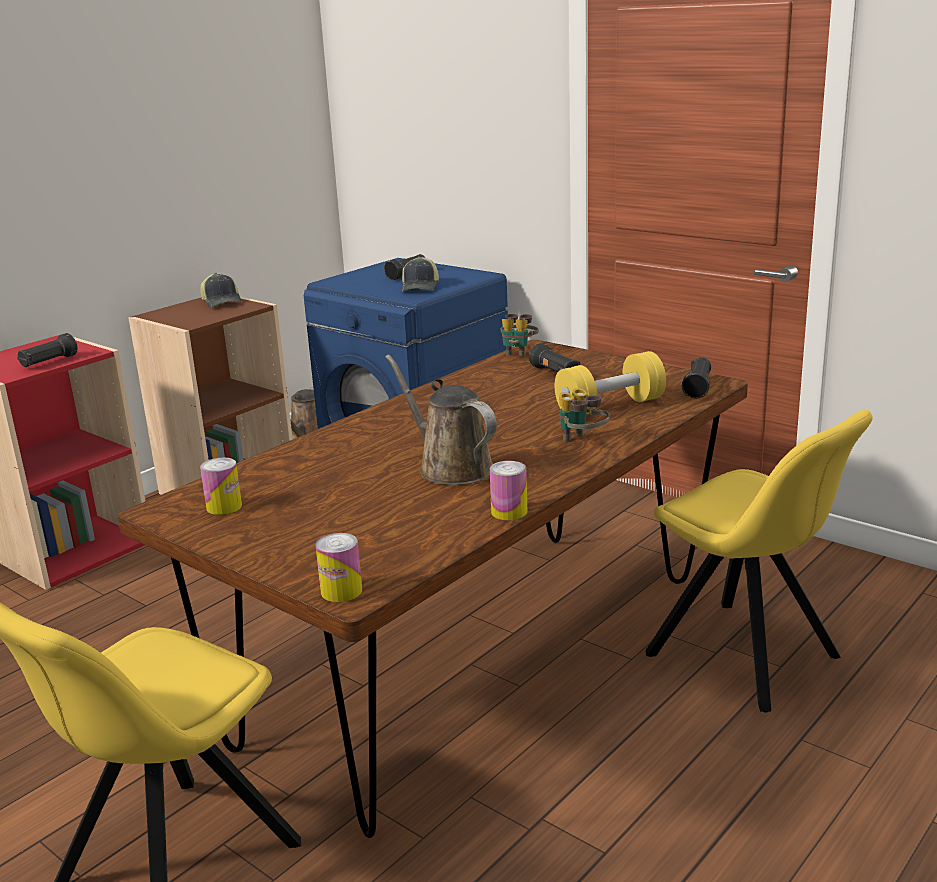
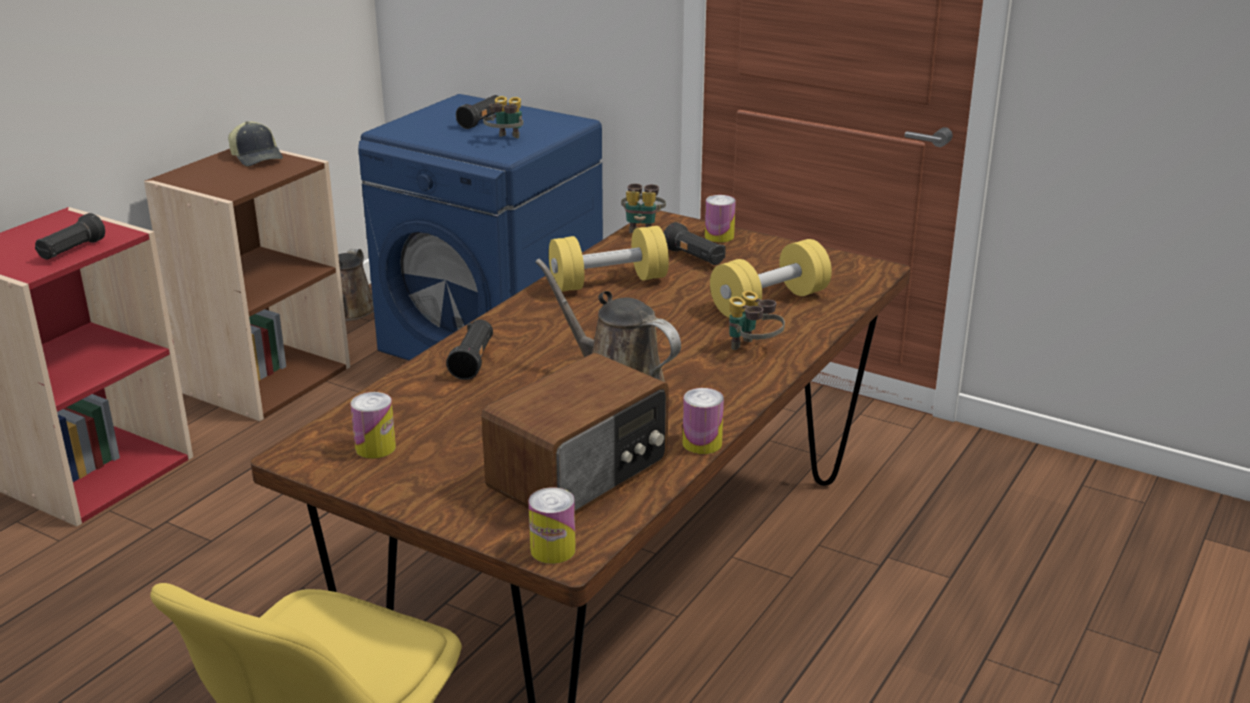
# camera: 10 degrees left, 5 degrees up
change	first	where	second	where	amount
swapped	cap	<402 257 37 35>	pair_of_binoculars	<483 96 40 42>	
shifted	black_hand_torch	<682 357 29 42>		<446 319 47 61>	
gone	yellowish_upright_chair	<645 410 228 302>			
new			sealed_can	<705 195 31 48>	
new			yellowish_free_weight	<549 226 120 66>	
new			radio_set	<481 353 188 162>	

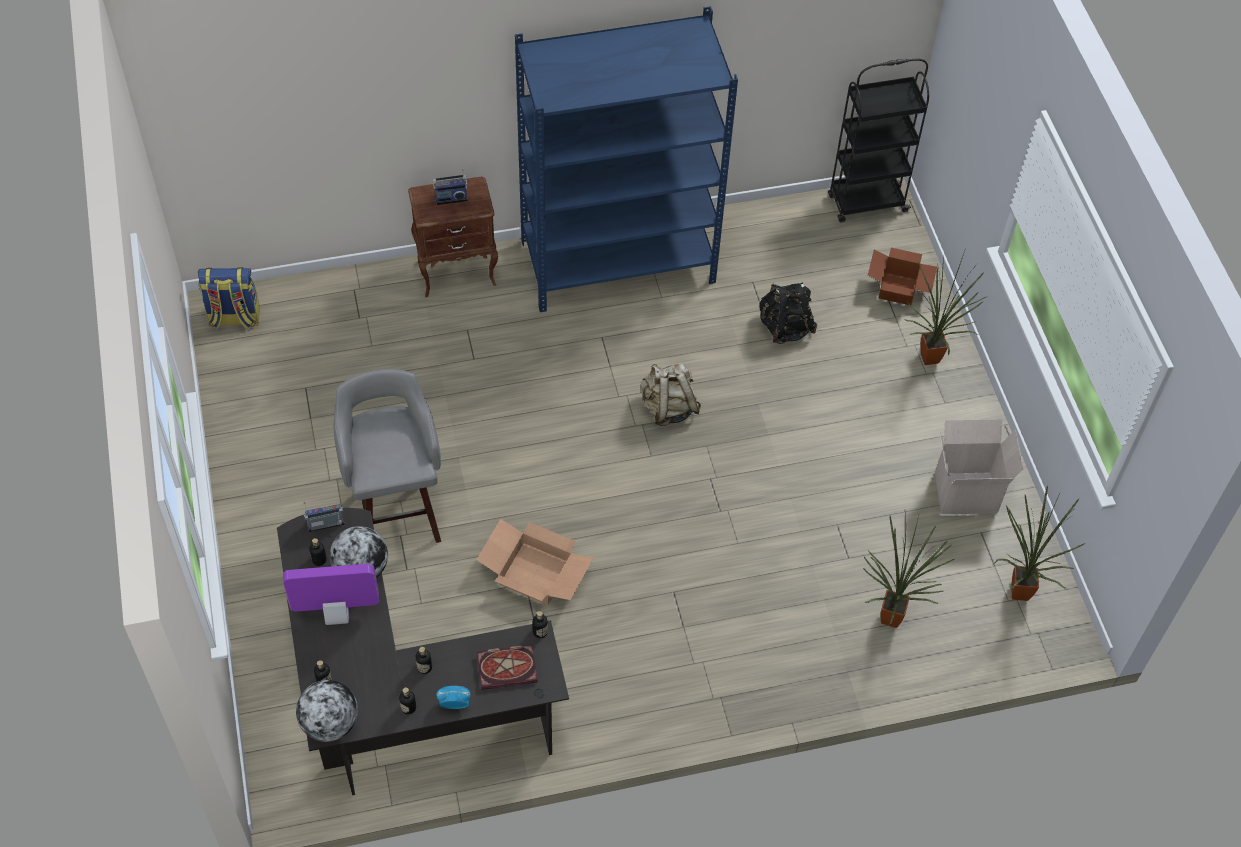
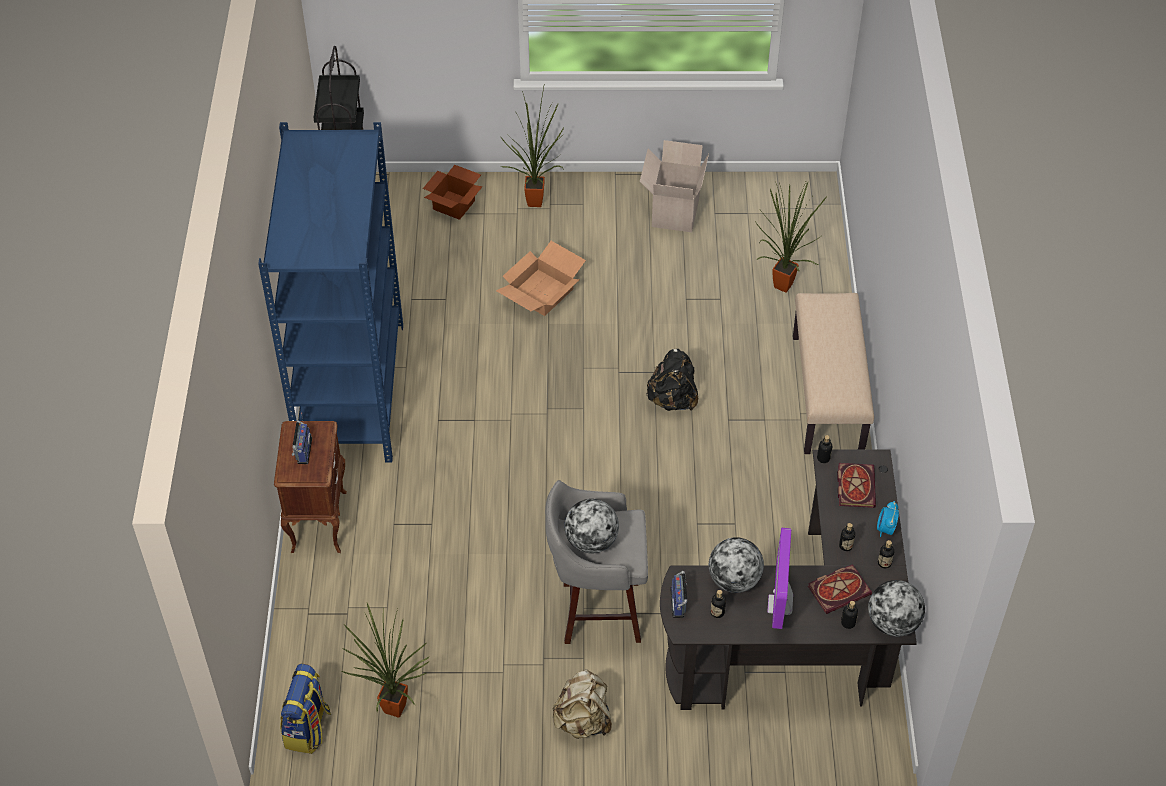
# camera: 75 degrees left, 5 degrees down
change	first	where	second	where	amount
shifted	black_knapsack	<759 282 58 62>		<646 349 52 62>	
shifted	beige-coloured_knapsack	<640 363 61 63>		<553 669 59 70>	
shifted	plant_in_a_pot	<994 486 91 115>		<342 603 87 115>	
shifted	carton	<477 519 117 86>		<496 241 90 75>	
new			beige-coloured_indoor_bench	<793 293 81 161>	
new			world_globe	<565 499 54 54>	
new			book	<808 564 64 50>	

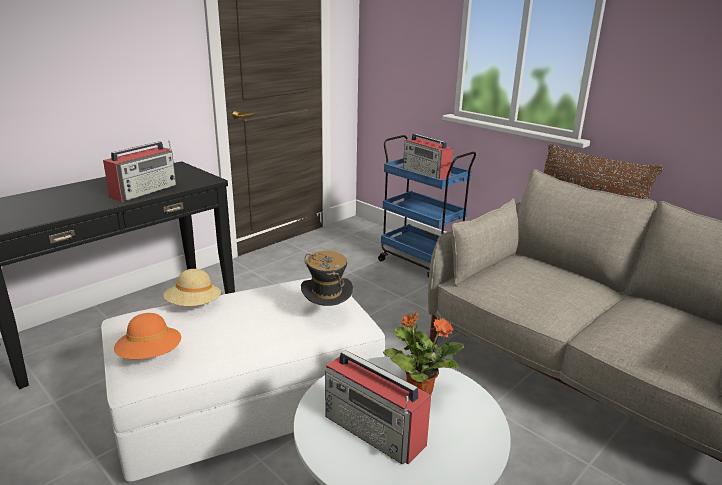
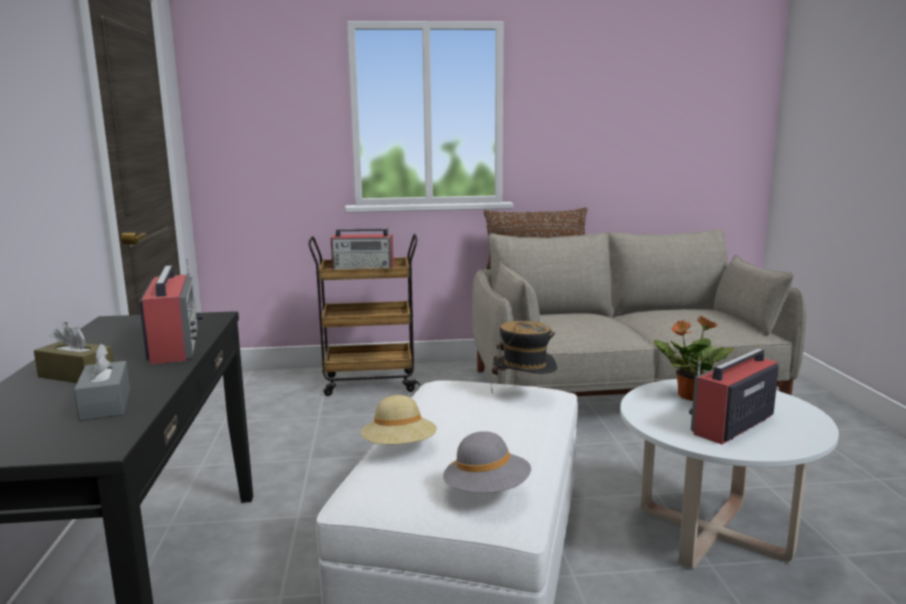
# camera: 50 degrees left, 10 degrees down
change	first	where	second	where	amount
repainted	bluish_wheeled_cart	<378 135 98 143>	brownish_wheeled_cart	<308 234 112 162>	
repainted	orange-coloured_hat	<114 313 67 46>	greyish_hat	<443 431 88 62>	
rotated	radio_set	<325 350 106 114>		<689 348 90 96>	150 degrees clockwise
new			brownish_box_of_tissues	<34 322 80 61>	
new			greyish_box_of_tissues	<74 344 56 77>	

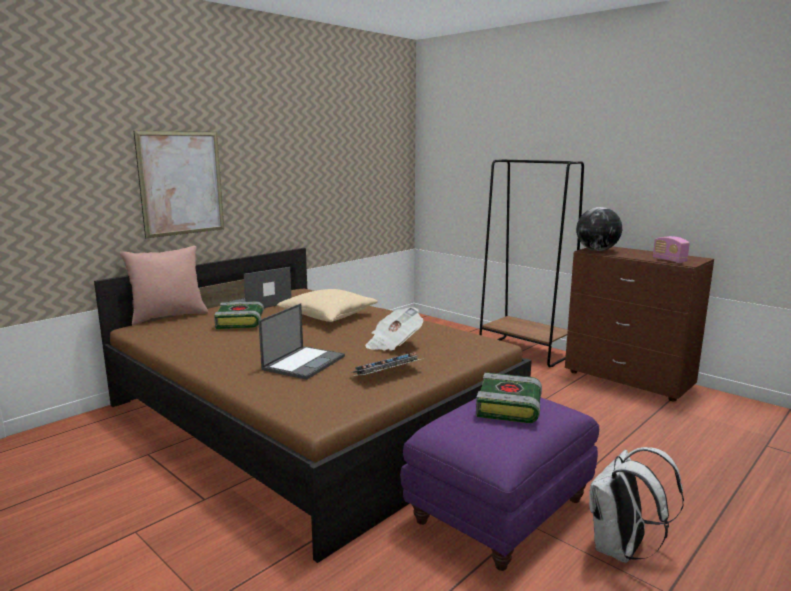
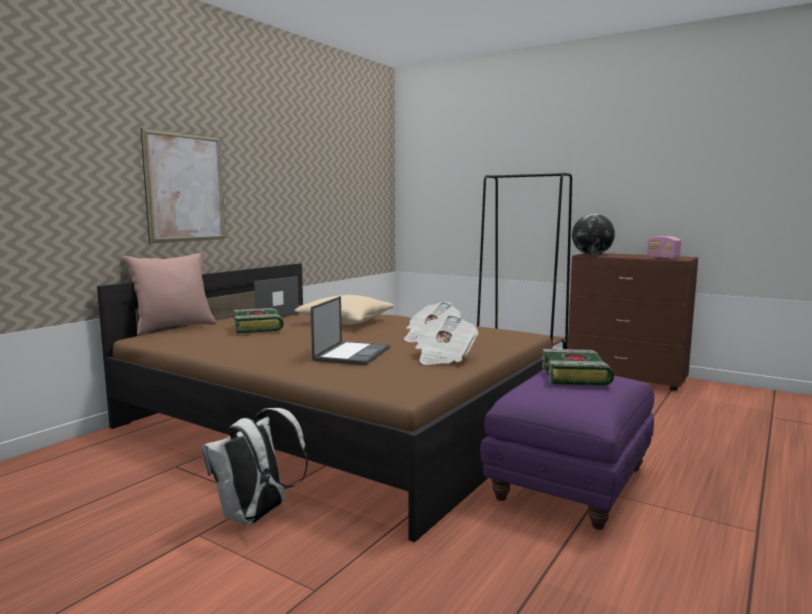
# camera: 10 degrees left, 5 degrees down
change	first	where	second	where	amount
swapped	keyboard	<353 352 72 24>	printed_paper	<415 315 63 50>	
shifted	white_knapsack	<589 447 95 116>		<202 408 106 117>	

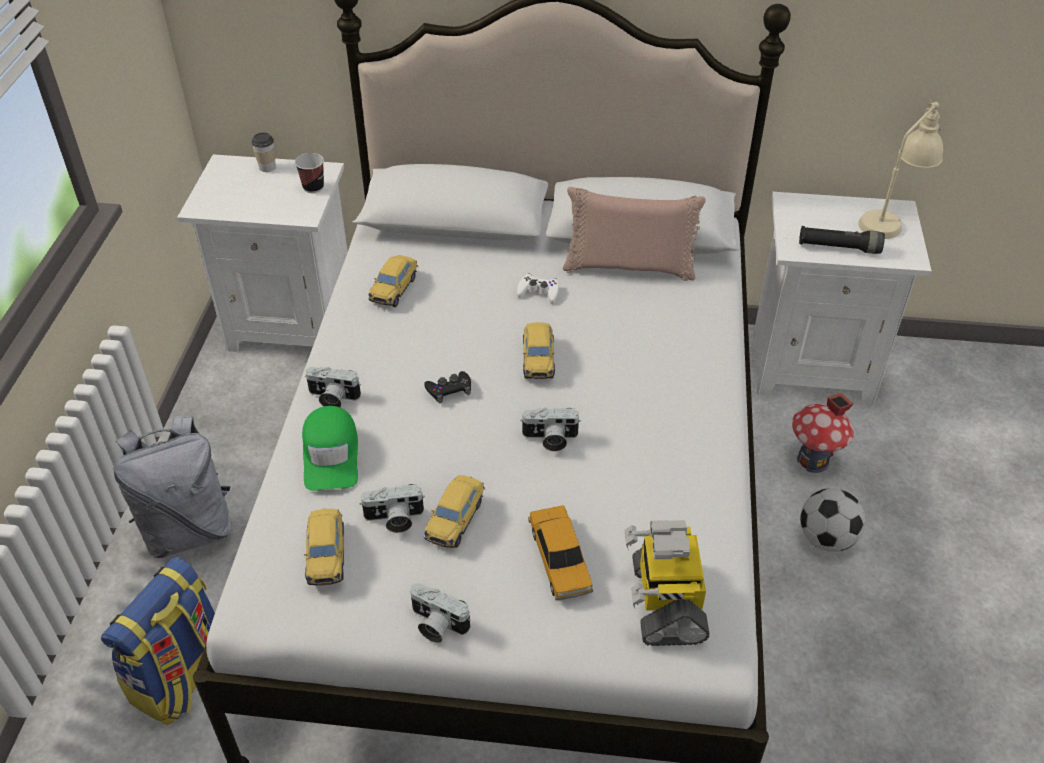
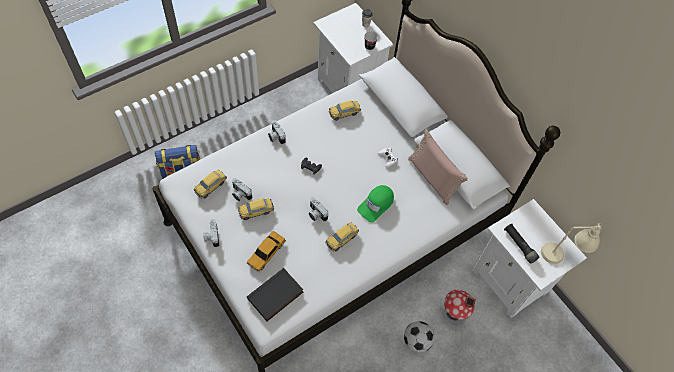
# camera: 45 degrees right, 15 degrees up
change	first	where	second	where	amount
shifted	model_car	<523 322 32 57>		<325 222 34 29>	
shifted	green_cap	<302 406 56 85>		<357 185 37 37>	
gone	greyish_knapsack	<114 416 118 142>			
swapped	robot_figure	<624 520 85 126>	black_book	<247 268 56 53>	

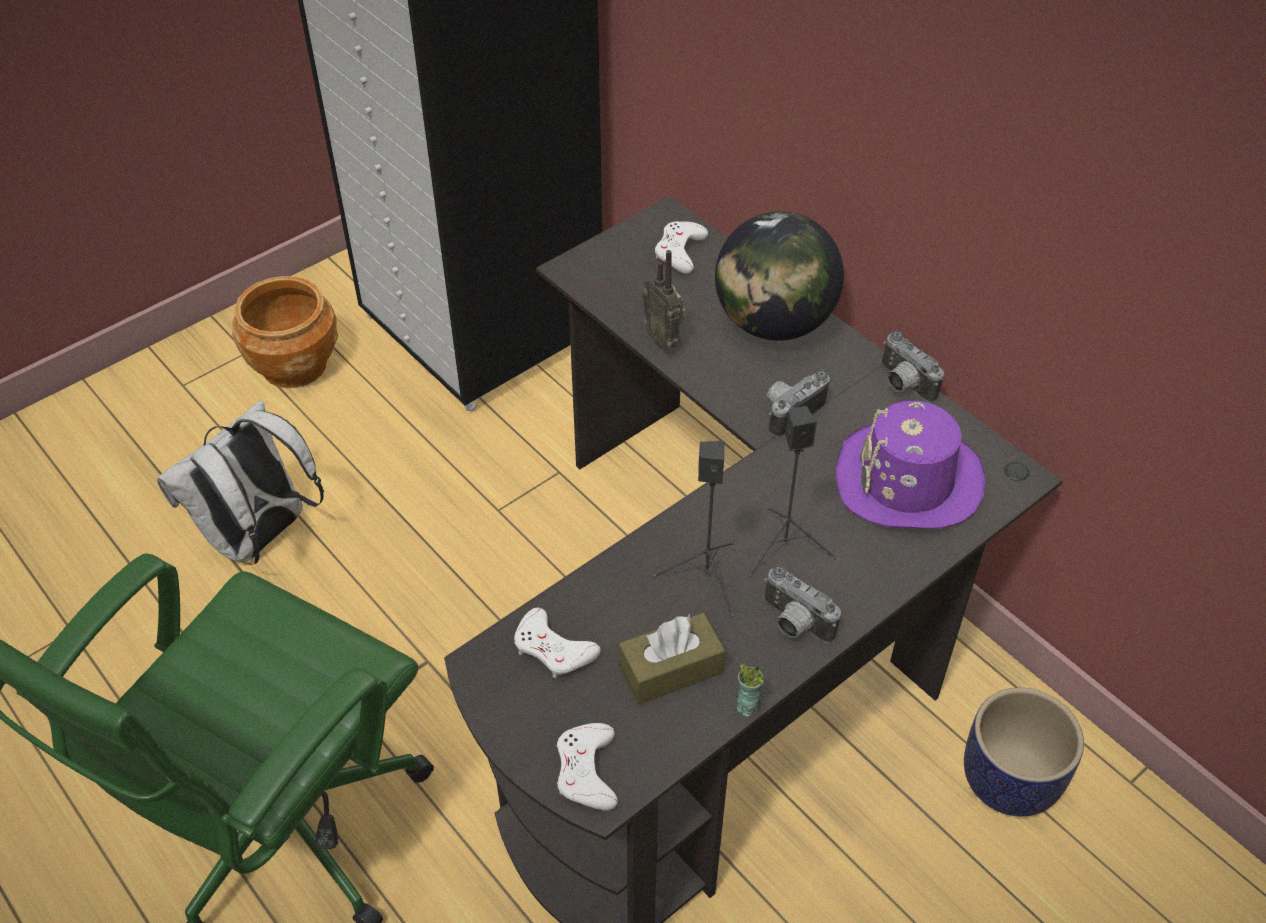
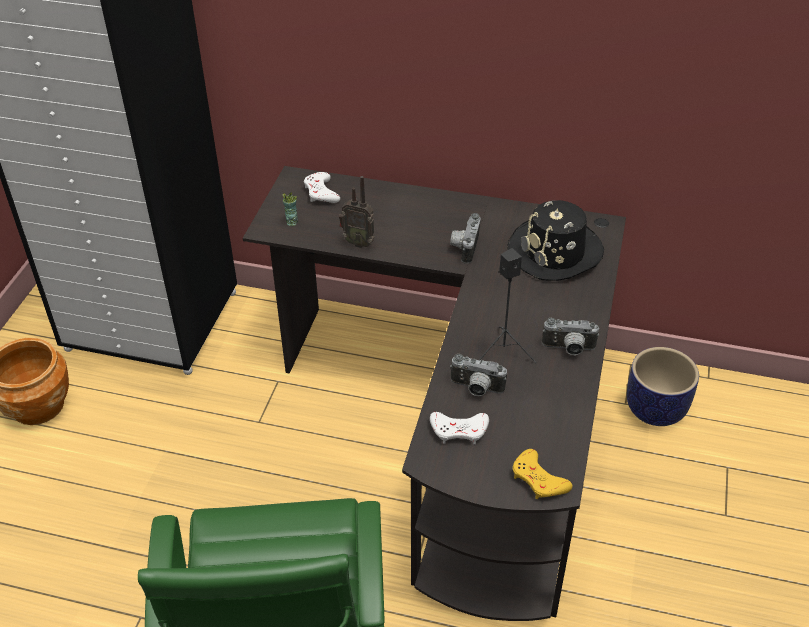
# camera: 35 degrees left, 5 degrees down
change	first	where	second	where	amount
gone	world_globe	<715 211 129 130>			
shifted	photo_camera	<881 331 63 72>		<450 354 57 42>	
gone	white_knapsack	<157 400 167 165>			
repainted	purple_hat	<836 401 150 128>	black_hat	<507 200 97 81>	
gone	black_audio_speaker	<749 406 88 171>			
gone	brownish_box_of_tissues	<618 613 107 92>			
shifted	drinking_cup	<737 663 27 54>		<282 192 16 34>	
repainted	white_gamepad	<557 723 61 87>	yellowish_gamepad	<513 449 60 50>	

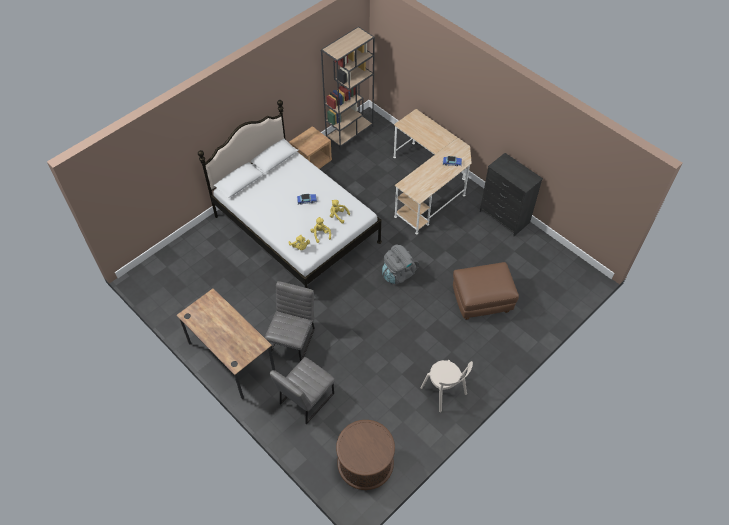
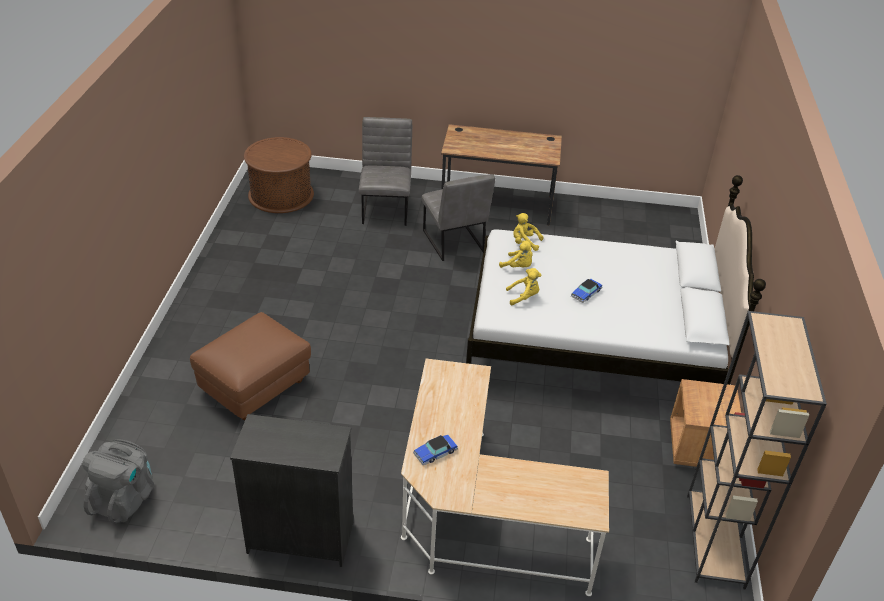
# camera: 140 degrees right, 15 degrees down
change	first	where	second	where	amount
shifted	greyish_knapsack	<382 245 37 39>		<82 439 72 85>	
gone	beige-coloured_upright_chair	<420 360 53 53>			

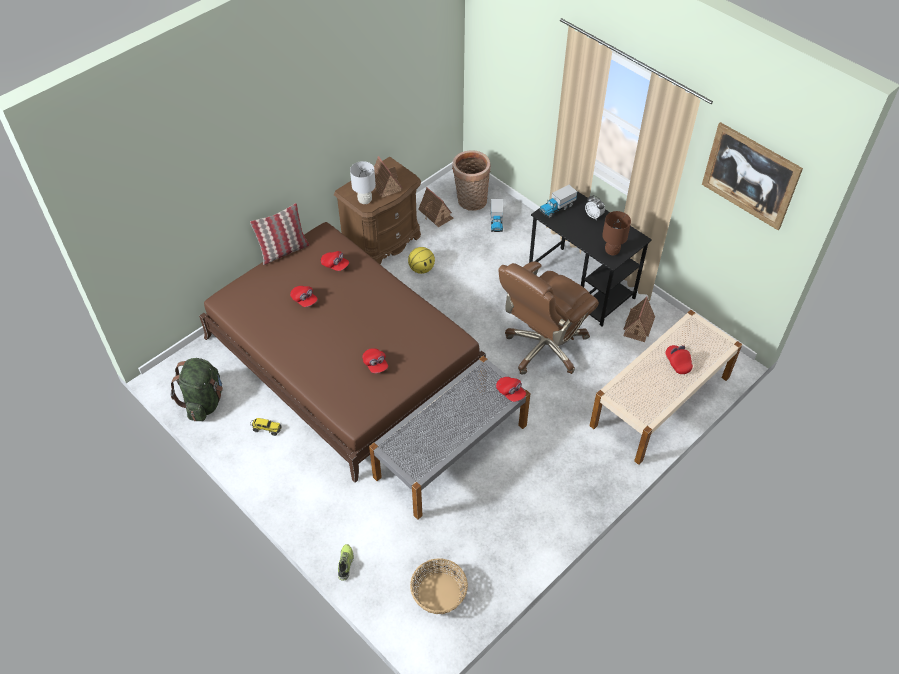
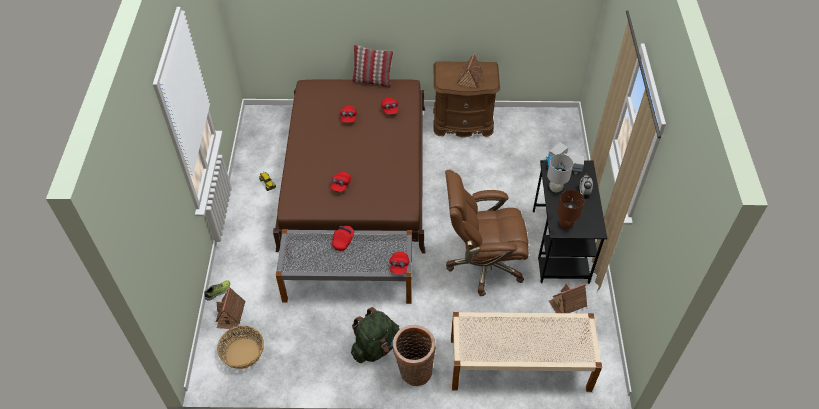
# camera: 45 degrees right, 0 degrees up
change	first	where	second	where	amount
gone	picture	<702 122 101 108>			
shifted	household_basket	<452 150 39 61>		<393 325 43 61>	
shifted	greyish_table_lamp	<350 161 26 43>		<547 154 26 38>	
shifted	toy_house	<418 187 36 40>		<216 287 29 43>	
gone	basketball	<408 247 27 27>			
shifted	red_cap	<665 345 28 29>		<332 226 22 25>	
shifted	green_knapsack	<170 358 53 63>		<351 307 49 56>	

